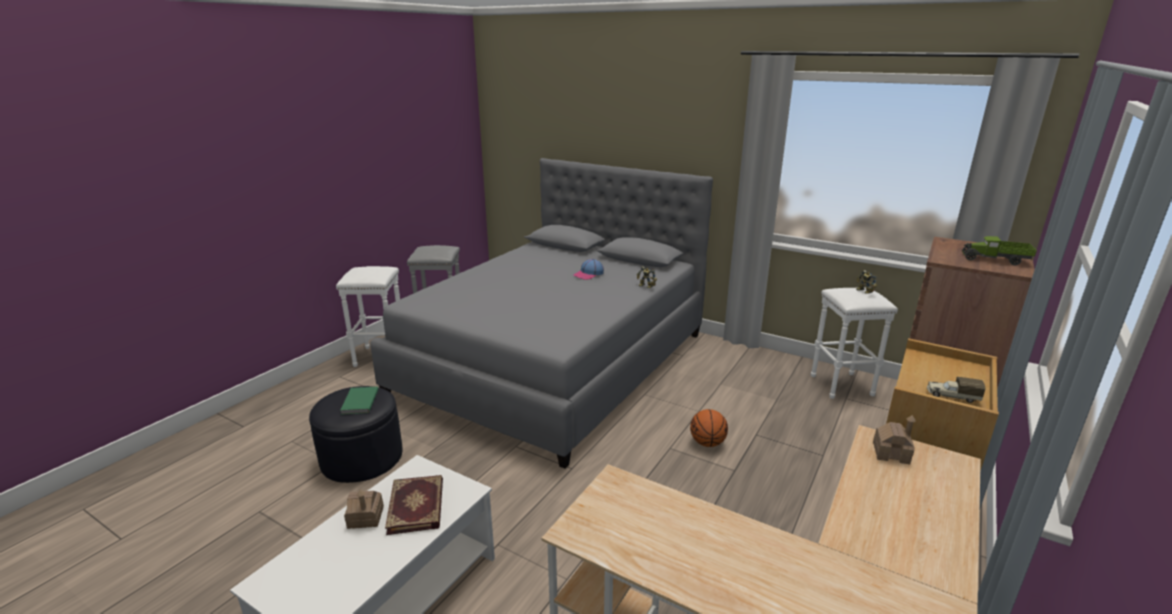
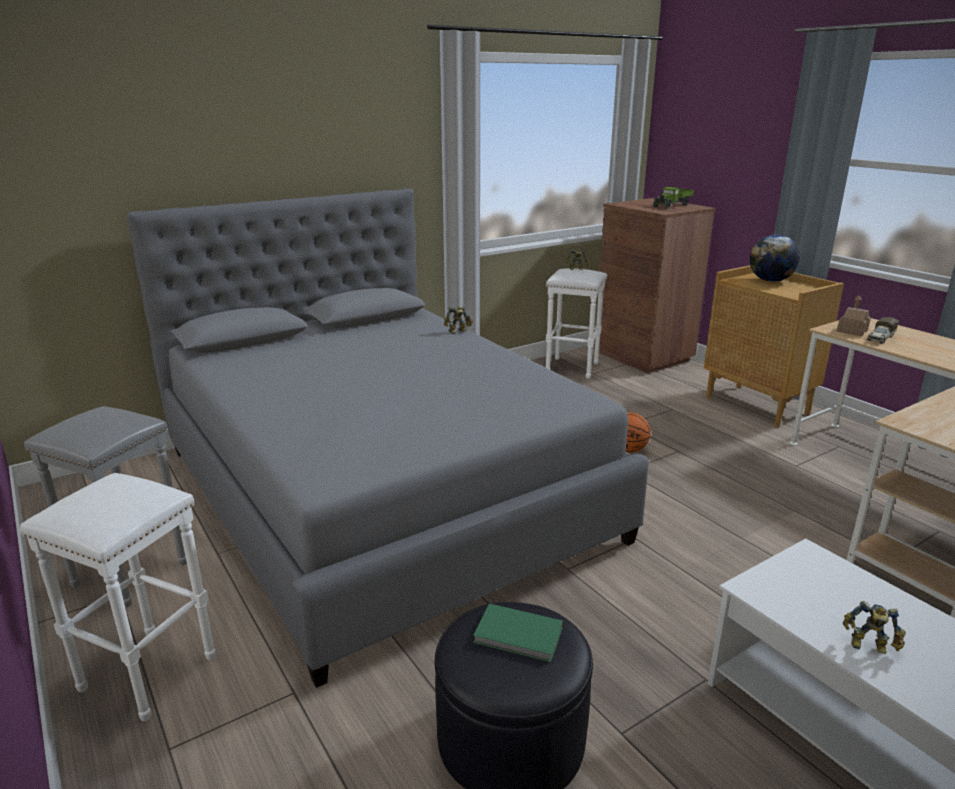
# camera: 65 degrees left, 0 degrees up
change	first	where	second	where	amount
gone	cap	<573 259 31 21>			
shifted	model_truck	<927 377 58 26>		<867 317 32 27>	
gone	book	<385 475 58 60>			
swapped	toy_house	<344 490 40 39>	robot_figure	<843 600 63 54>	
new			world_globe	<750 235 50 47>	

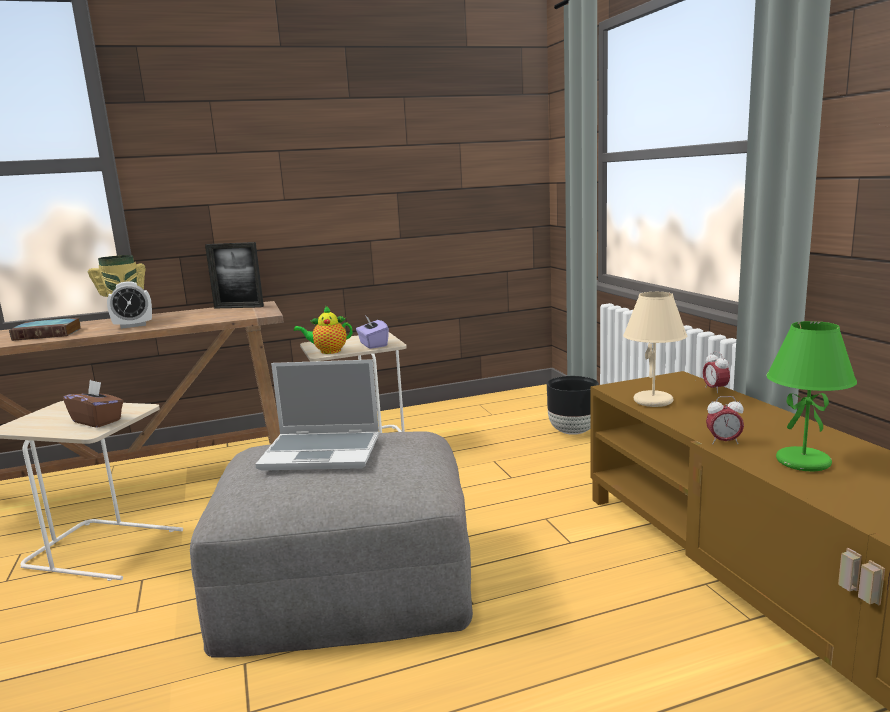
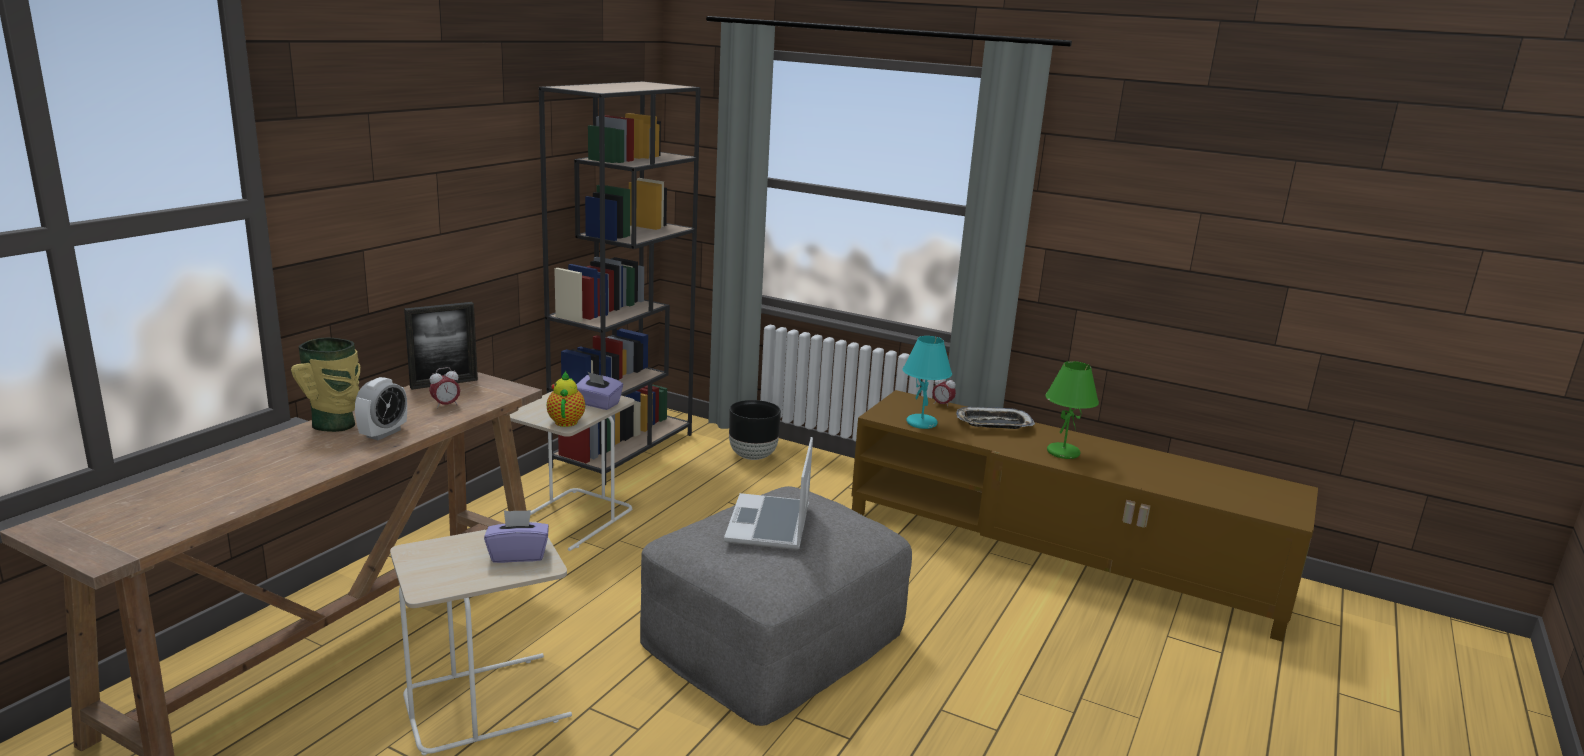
# camera: 45 degrees left, 5 degrees up
change	first	where	second	where	amount
repainted	beige-coloured_table_lamp	<623 292 64 115>	turquoise-coloured_table_lamp	<903 336 49 93>	
rotated	teapot	<294 306 59 48>		<547 371 38 56>	135 degrees clockwise
gone	book	<9 318 72 23>			
rotated	laptop	<255 359 124 111>		<724 437 89 113>	135 degrees clockwise
repainted	brownish_box_of_tissues	<63 380 60 48>	purple_box_of_tissues	<484 510 65 53>	
shifted	table_clock	<706 396 38 48>		<429 367 31 42>	
new			shelving_unit	<539 81 162 404>	
new			serving_tray	<956 407 79 22>	

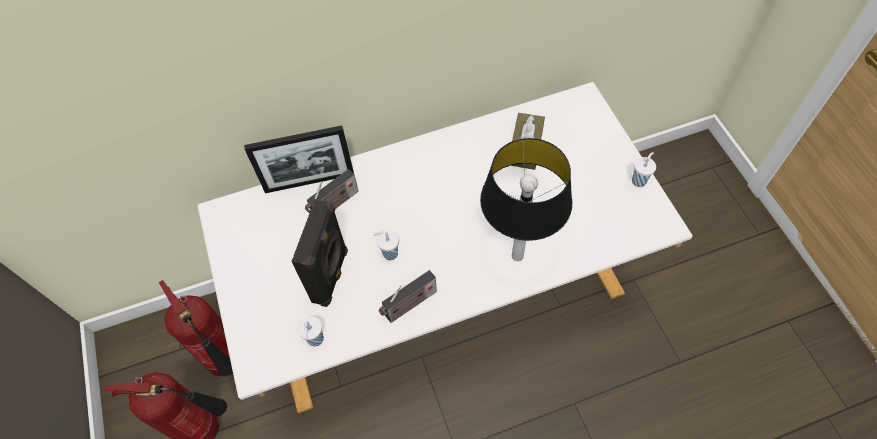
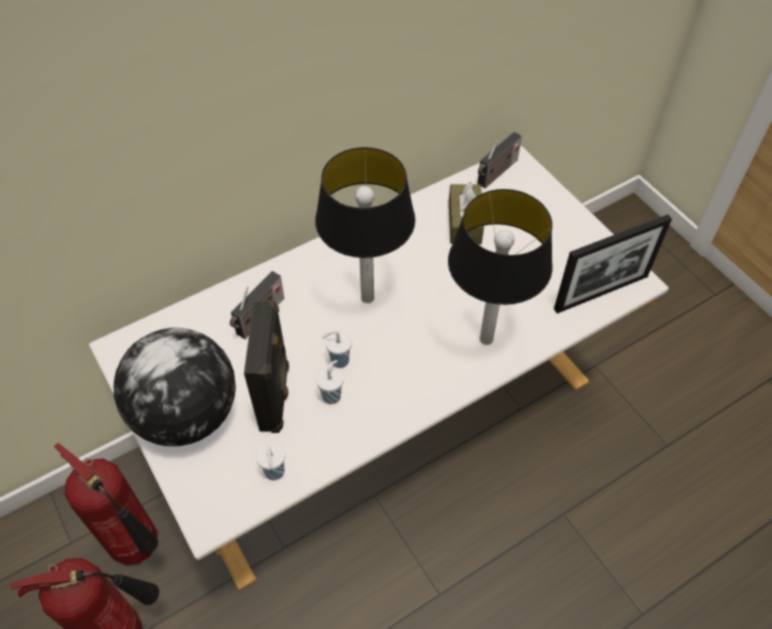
# camera: 15 degrees left, 5 degrees down
change	first	where	second	where	amount
shifted	picture_frame	<244 125 110 68>		<554 214 118 100>	
shifted	white_drinking_cup	<632 152 24 35>		<316 360 27 44>	
shifted	radio_set	<379 270 58 53>		<477 132 45 56>	
new			table_lamp	<315 147 100 156>	
new			world_globe	<114 328 122 118>	

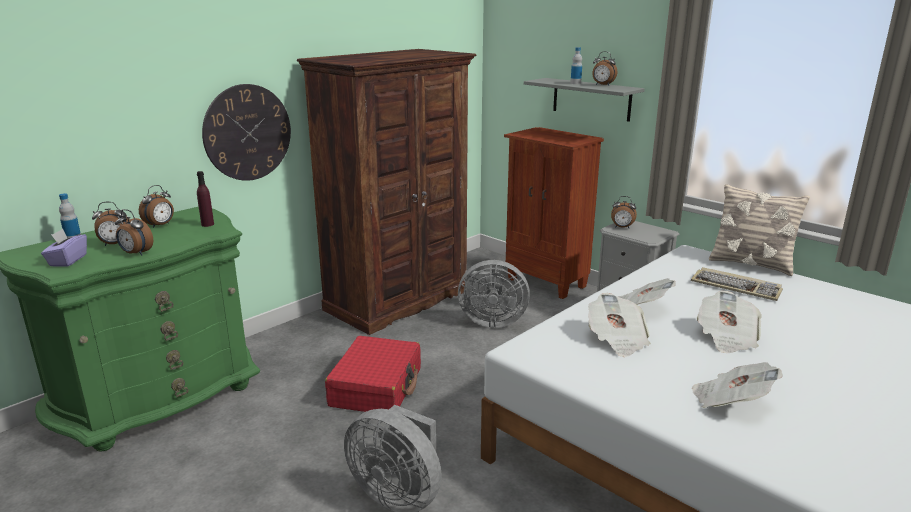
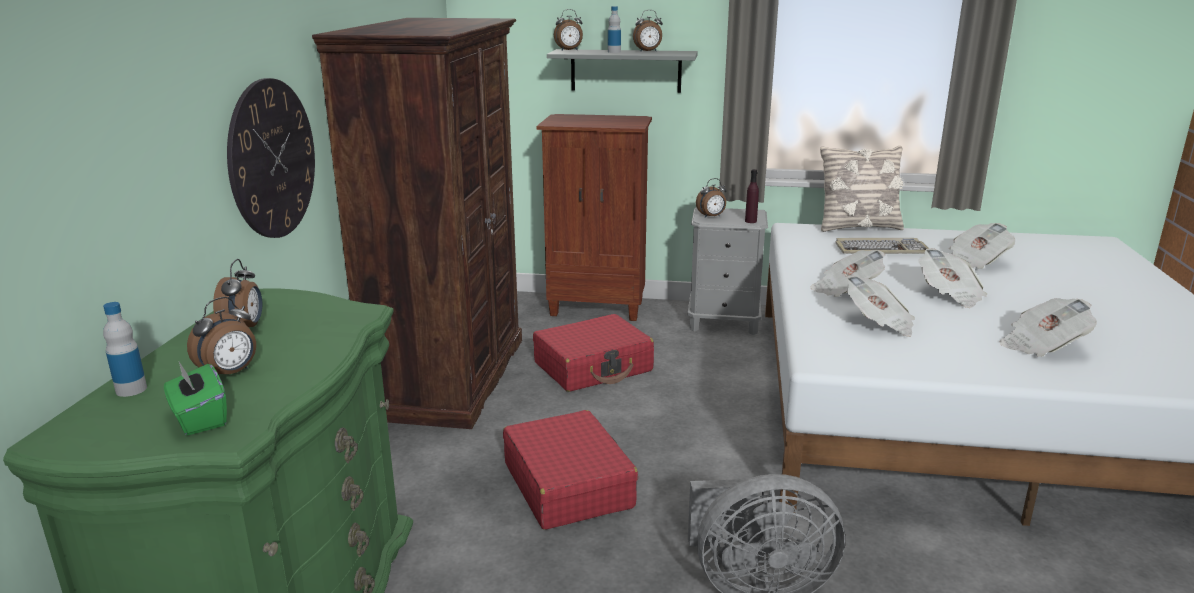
# camera: 35 degrees left, 0 degrees up
change	first	where	second	where	amount
shifted	purple_drink_bottle	<197 171 17 56>		<745 169 14 54>	
shifted	table_clock	<115 209 38 46>		<554 9 29 42>	
repainted	purple_box_of_tissues	<41 229 46 38>	green_box_of_tissues	<164 362 63 73>	
swapped	greyish_fan	<458 260 72 68>	red_piece_of_luggage	<533 314 121 78>	
new			printed_paper	<949 223 66 46>	

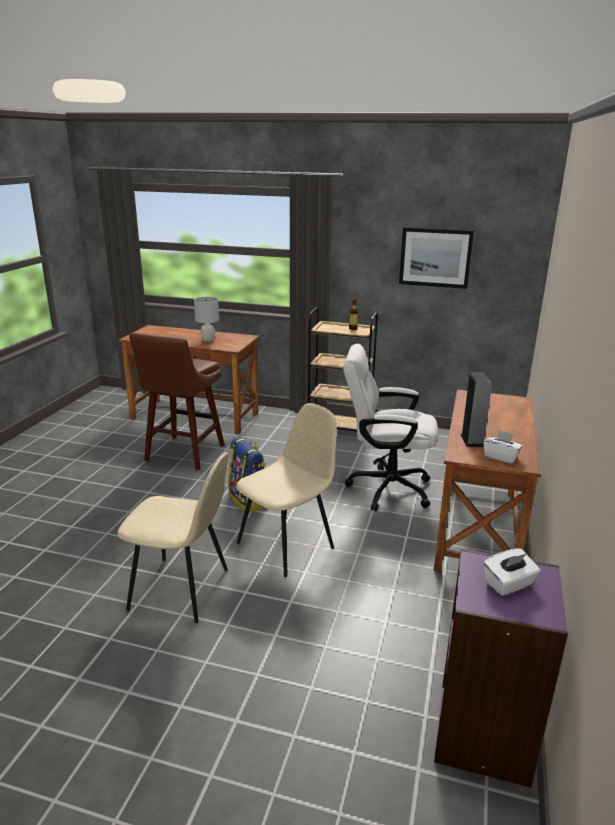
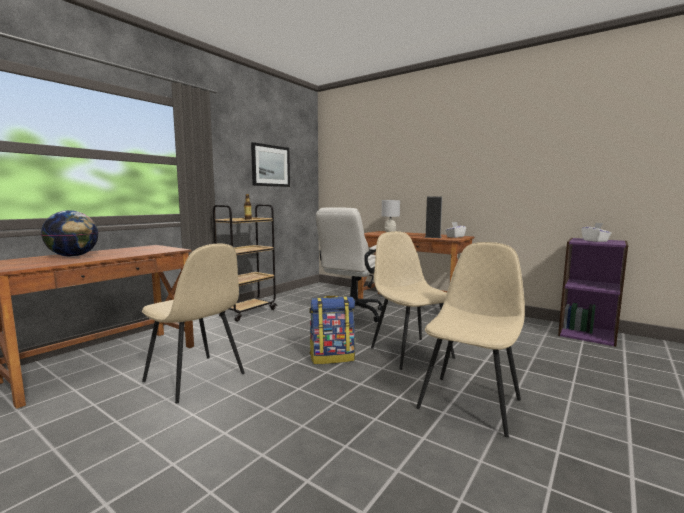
# camera: 70 degrees left, 15 degrees down
change	first	where	second	where	amount
shifted	greyish_table_lamp	<194 297 25 45>		<382 200 18 32>	
swapped	brownish_stool_seat	<129 333 96 138>	beige-coloured_upright_chair	<142 244 103 159>	
new			world_globe	<41 210 58 47>	

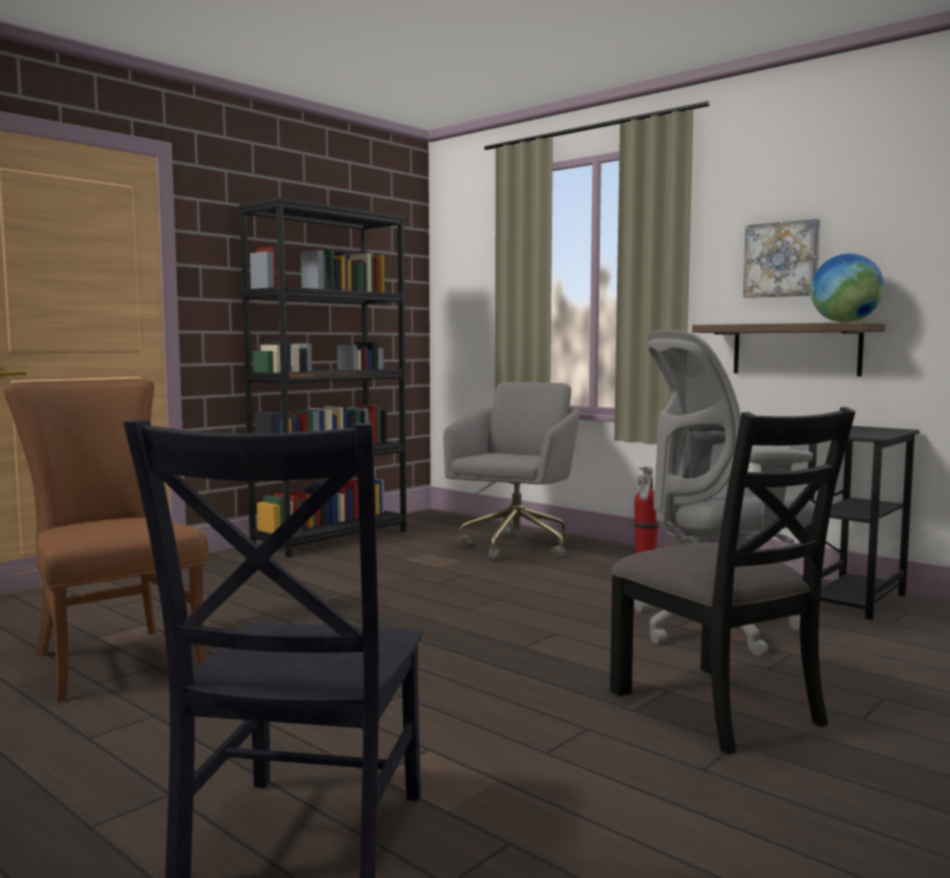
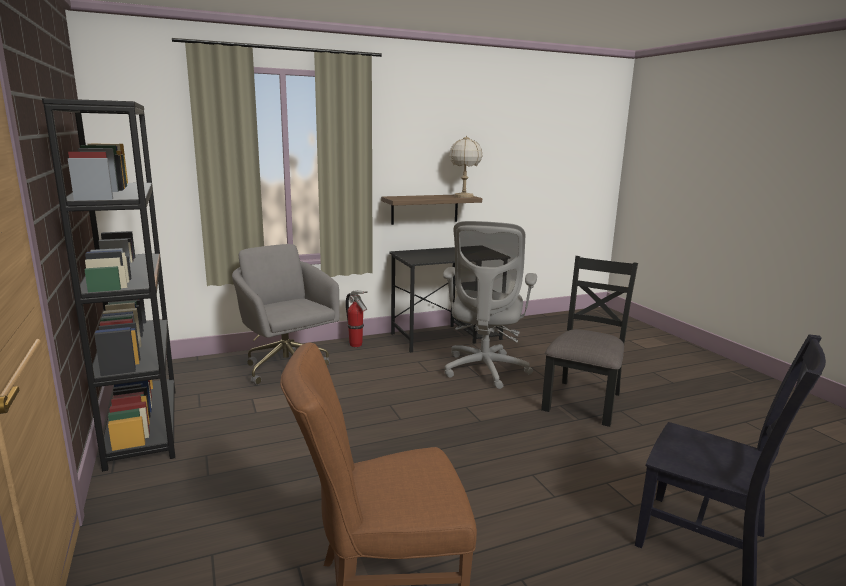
# camera: 65 degrees left, 10 degrees up
change	first	where	second	where	amount
gone	picture	<743 219 77 79>			
swapped	world_globe	<810 254 74 69>	table_lamp	<449 136 33 62>	
rotated	black_upright_chair	<610 407 246 348>		<541 256 97 171>	60 degrees counterclockwise

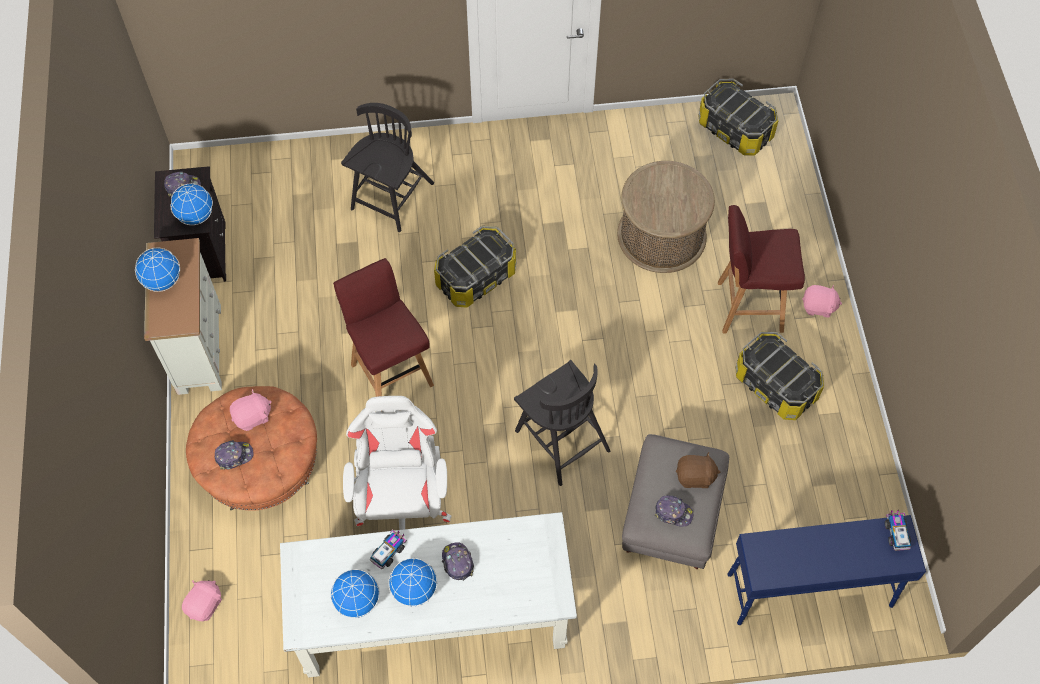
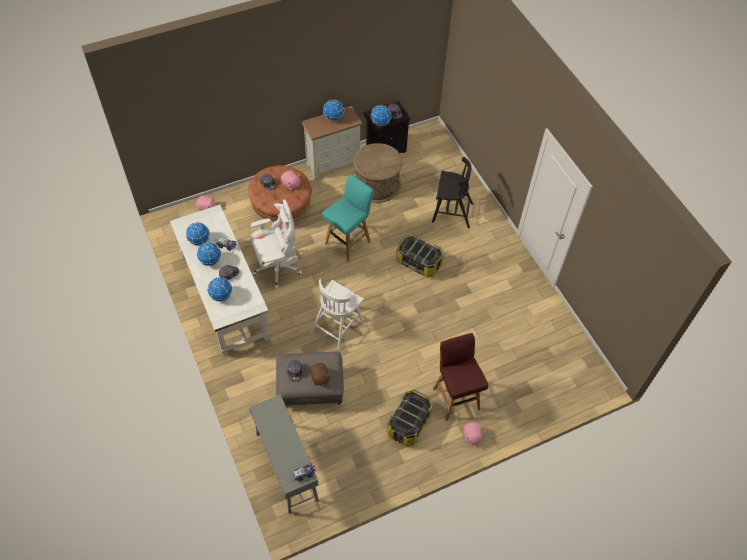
# camera: 70 degrees right, 5 degrees down
change	first	where	second	where	amount
gone	storage_container	<698 79 80 76>			
shifted	brownish_lounge_table	<617 161 98 112>		<353 143 50 60>	
repainted	red_stool_seat	<333 258 101 139>	turquoise-coloured_stool_seat	<322 174 52 88>	
repainted	black_upright_chair	<514 360 96 126>	white_upright_chair	<311 278 53 72>	
repainted	bluish_console_table	<727 515 199 110>	greyish_console_table	<249 394 70 120>	
new			world_globe	<207 277 25 25>	

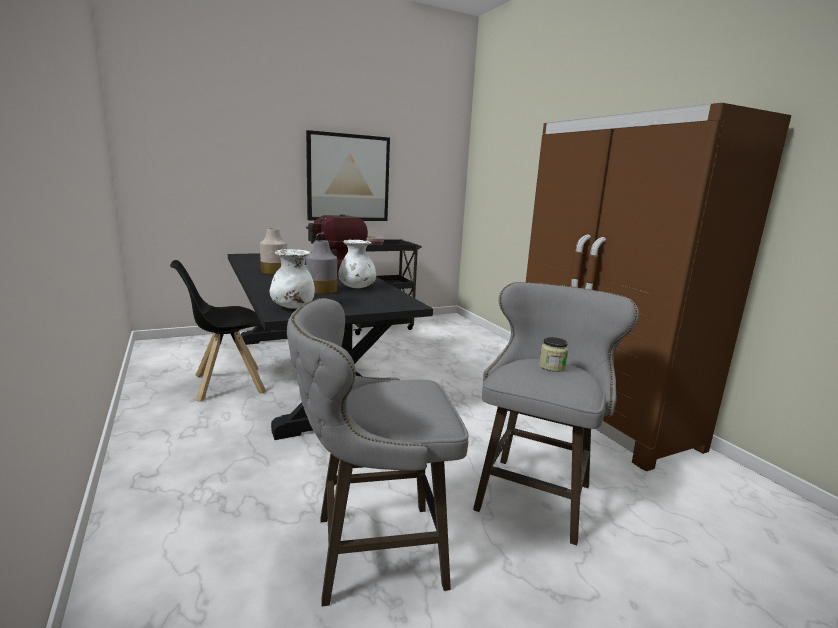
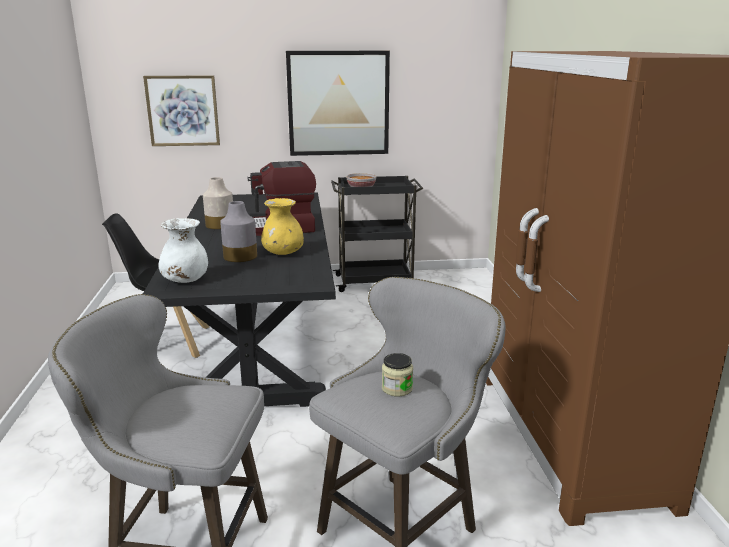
# camera: 20 degrees right, 5 degrees up
change	first	where	second	where	amount
repainted	white_decorative_vase	<338 240 38 48>	yellowish_decorative_vase	<261 198 43 57>	
new			picture	<143 75 77 71>	

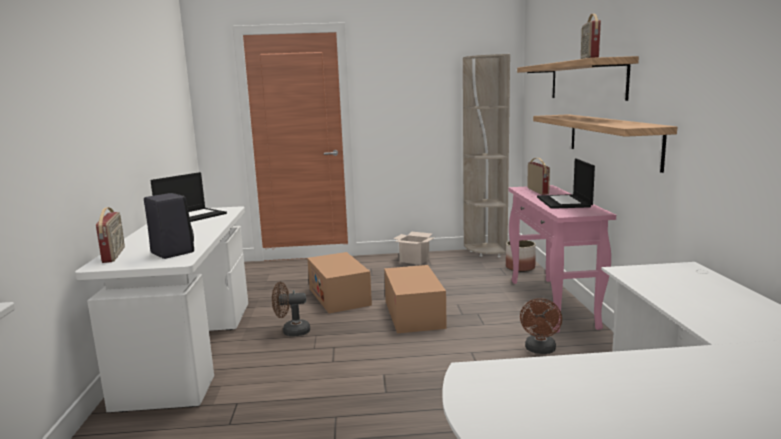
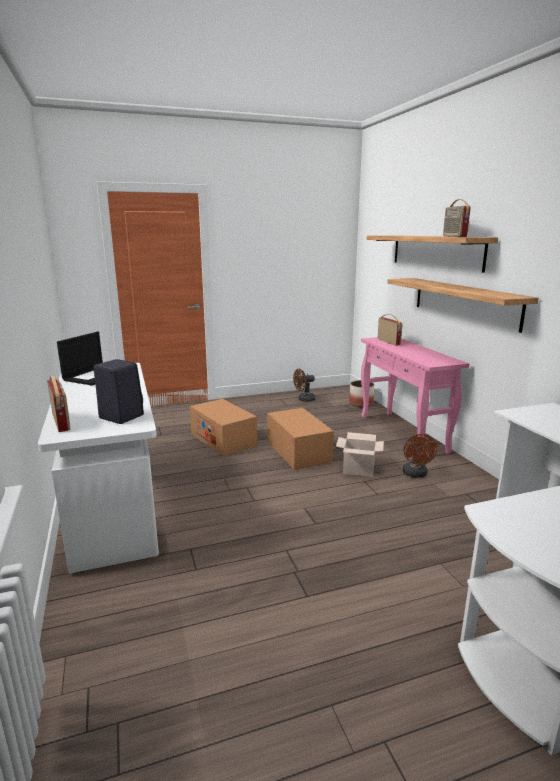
# camera: 15 degrees left, 5 degrees up
change	first	where	second	where	amount
gone	beige-coloured_shelving_unit	<463 54 47 203>			
gone	laptop	<537 158 58 51>			
shifted	carton	<393 232 42 33>		<336 432 48 45>	
shifted	brownish_fan	<272 282 38 55>		<293 369 23 33>	

